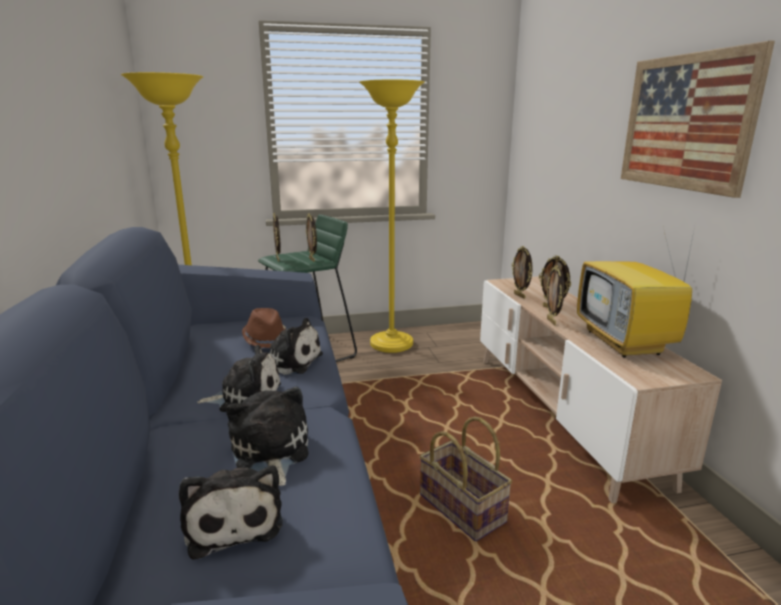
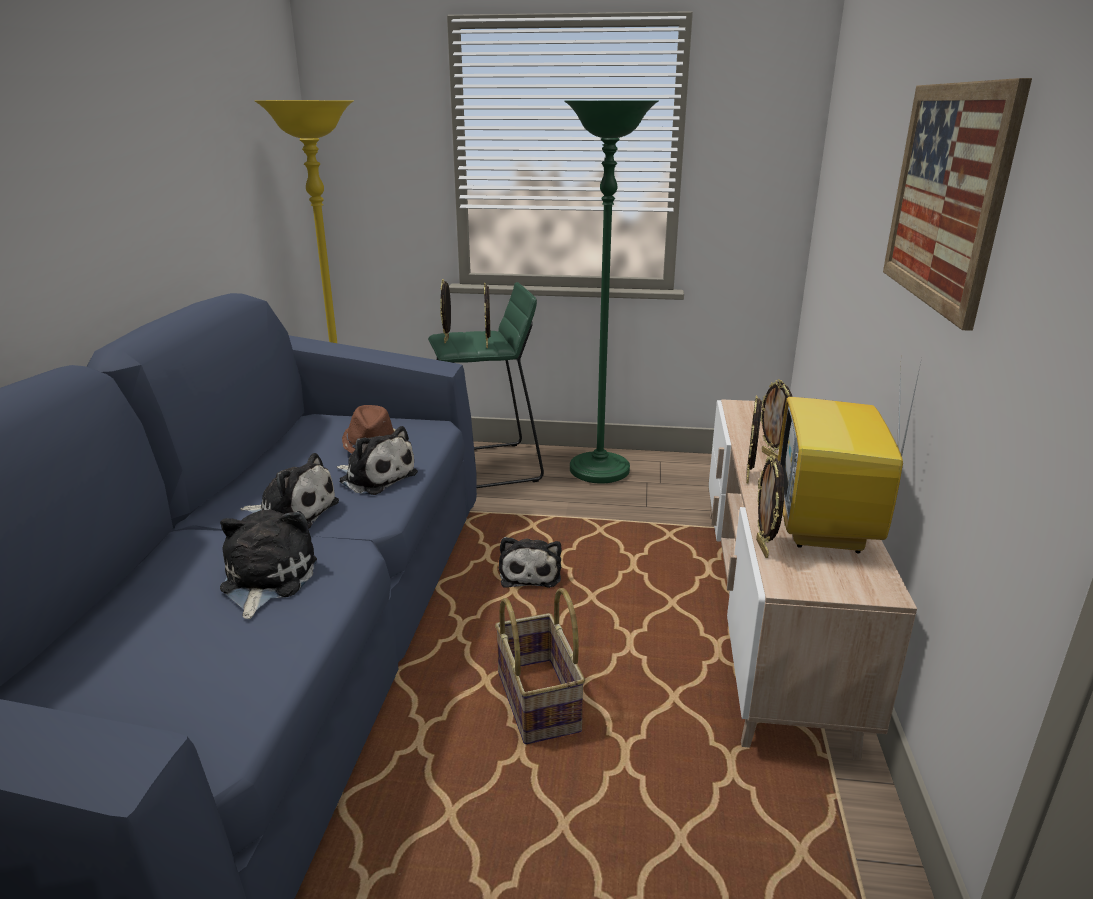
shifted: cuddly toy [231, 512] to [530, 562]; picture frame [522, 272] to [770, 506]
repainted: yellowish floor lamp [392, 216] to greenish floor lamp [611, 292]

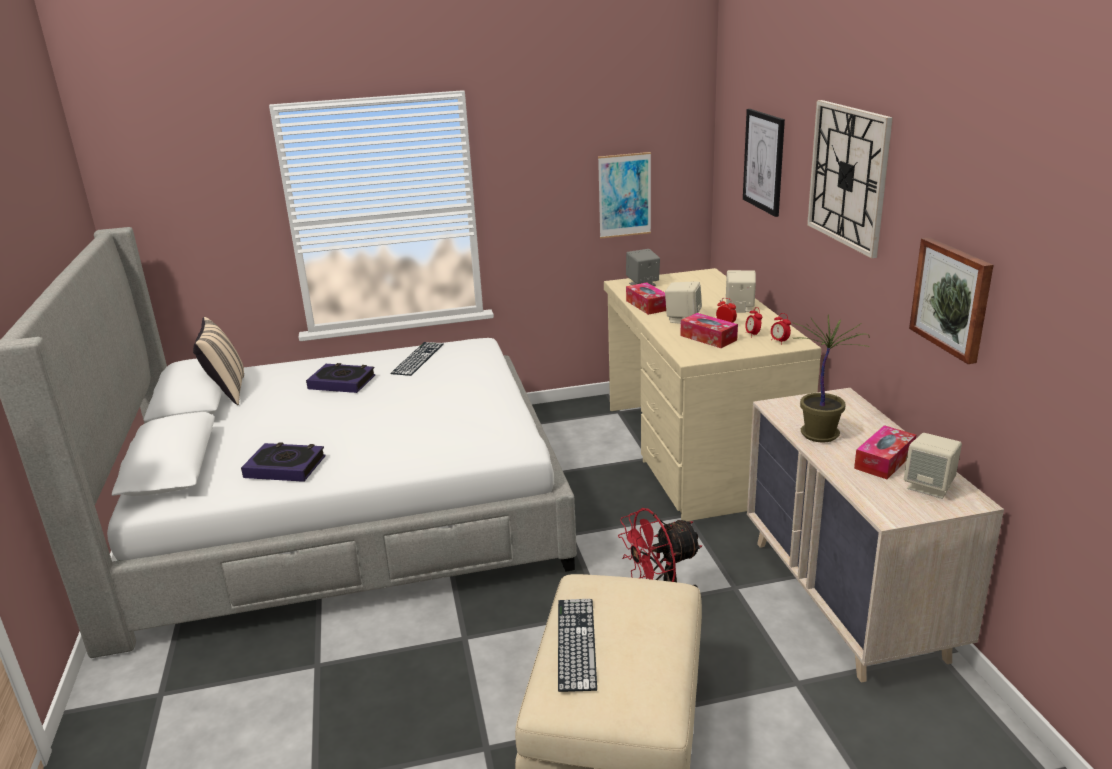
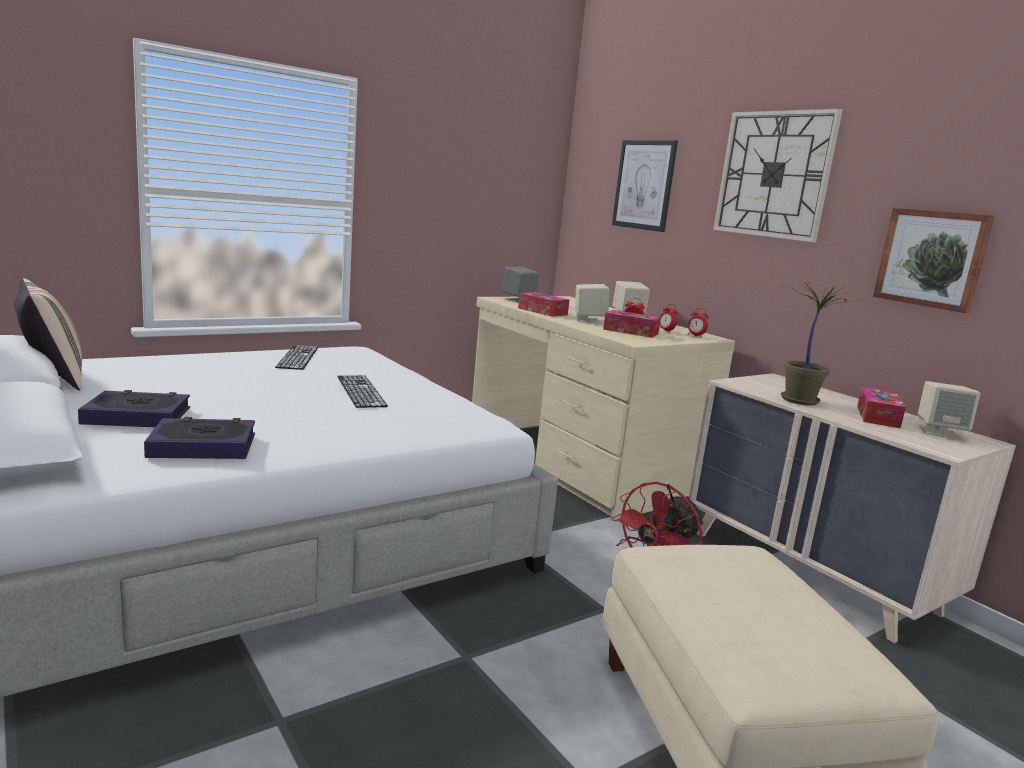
gone: wall picture [624, 195]
shifted: bound book [340, 378] to [134, 408]; PC keyboard [577, 645] to [362, 391]

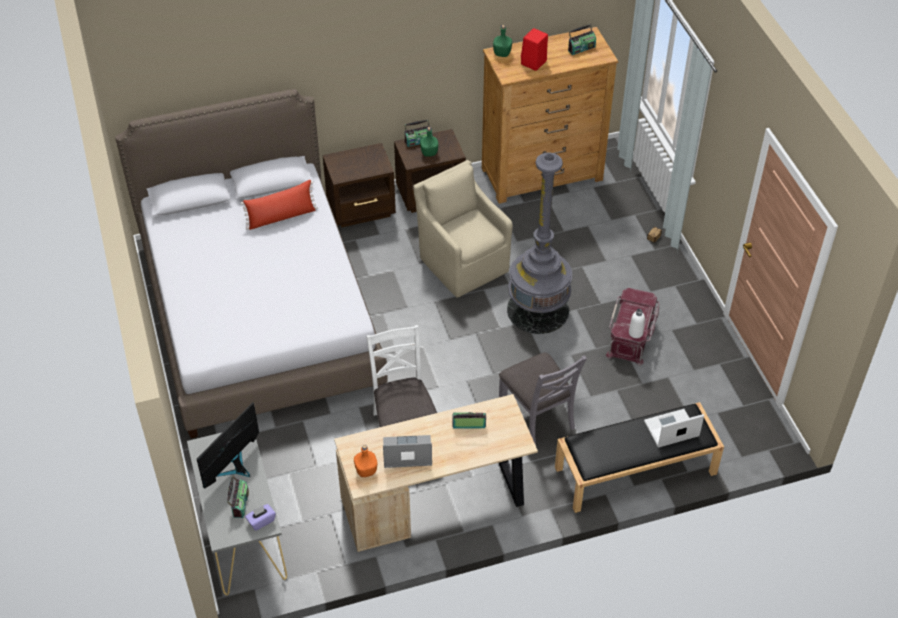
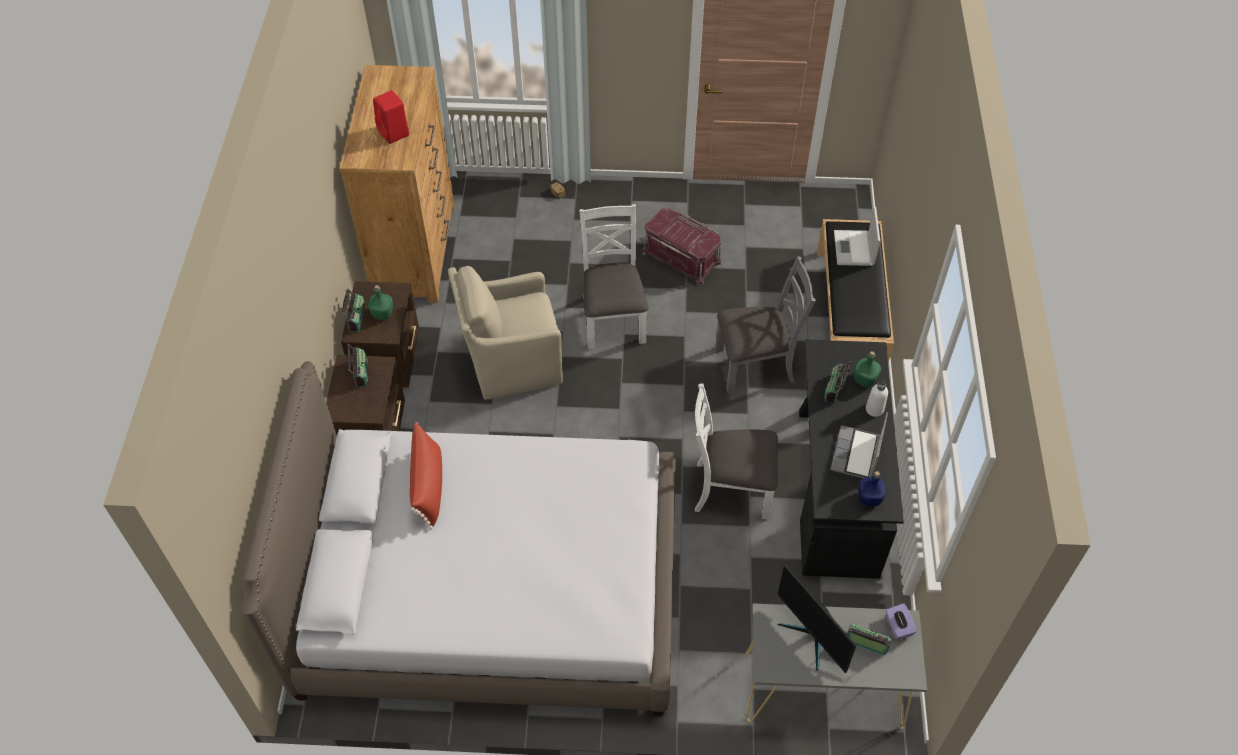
shifted: radio set [582, 39] to [357, 365]; greenish bottle [502, 41] to [867, 369]; whitish bottle [637, 323] to [877, 399]
swapped: greyish floor lamp [539, 243] to whitish chair [614, 276]
repainted: sand-coloured desk table [436, 473] to black-coloured desk table [851, 459]; orange bottle [365, 461] to bluish bottle [872, 488]

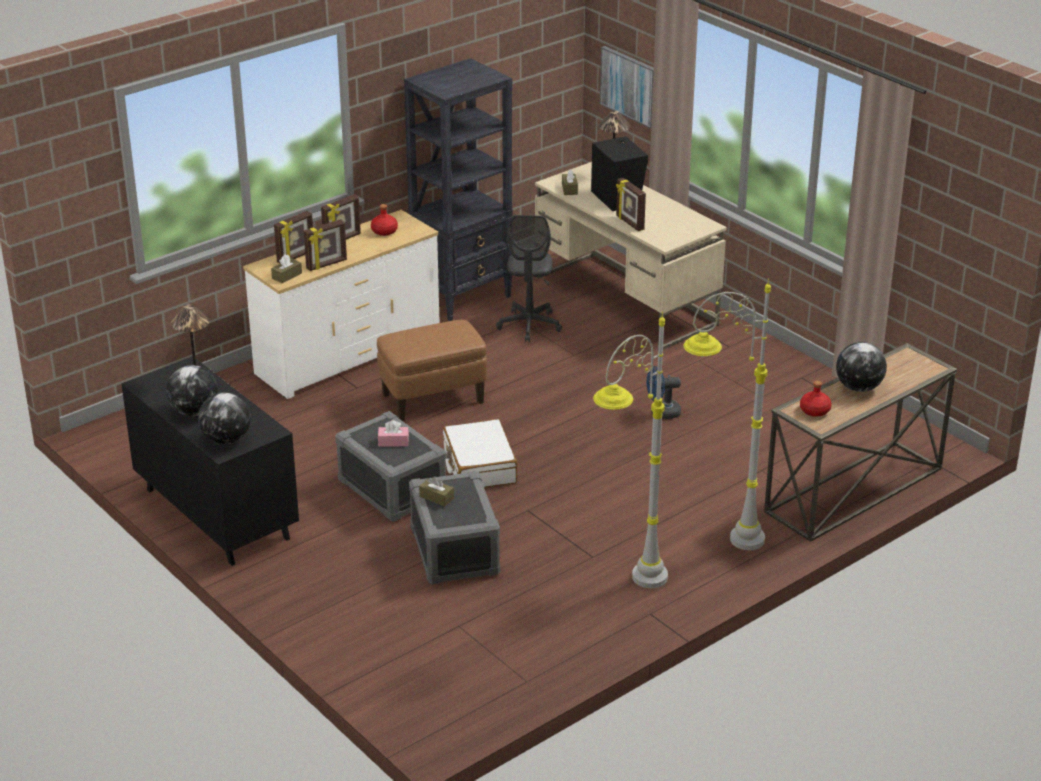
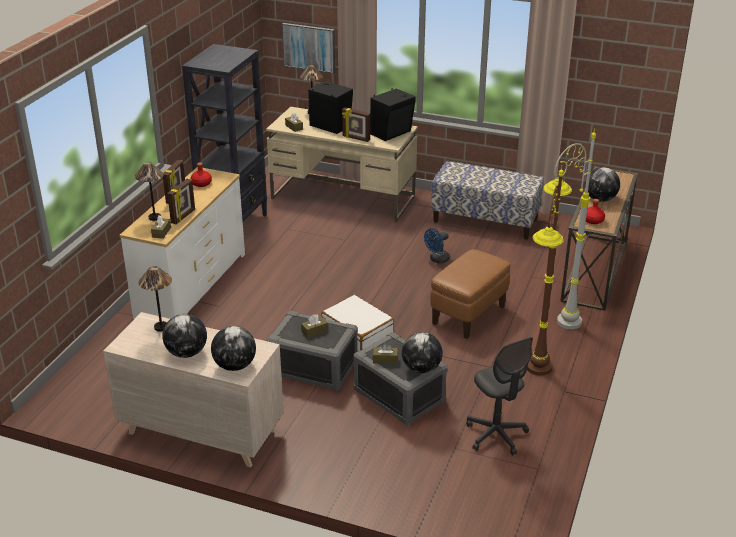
new: black-coloured speaker [393, 114]; globe [422, 352]; bench [487, 200]
shifted: brown pouffe [432, 370] to [470, 294]; greyish office chair [529, 278] to [499, 396]
swapped: picture frame [293, 237] to table lamp [149, 191]
repainted: black-coloured dresser [210, 461] to sand-coloured dresser [193, 389]; pinkish tissue box [393, 433] to brown tissue box [314, 326]; greyish floor lamp [630, 450] to brown floor lamp [545, 270]

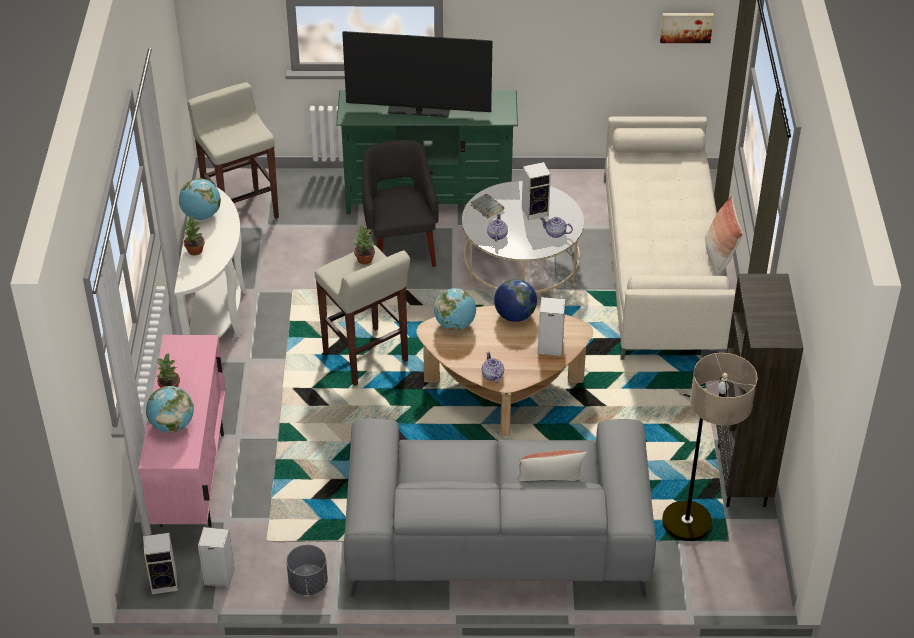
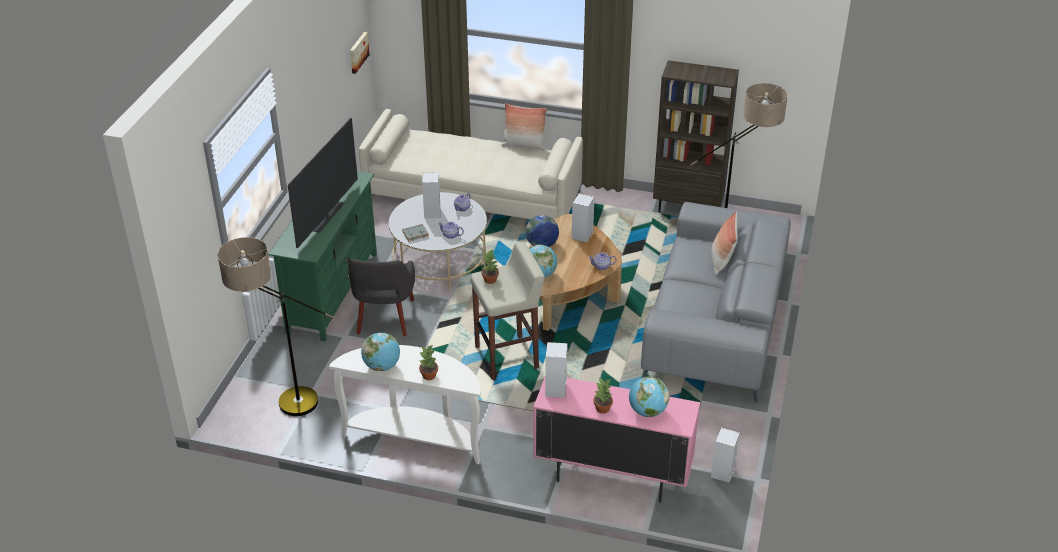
gone: greyish planter [307, 570]
shifted: speaker [160, 563] to [556, 370]
swapped: sand-coloured stool [233, 151] to floor lamp [276, 326]
rotated: greyish lounge chair [400, 203] = [381, 297] 90 degrees counterclockwise

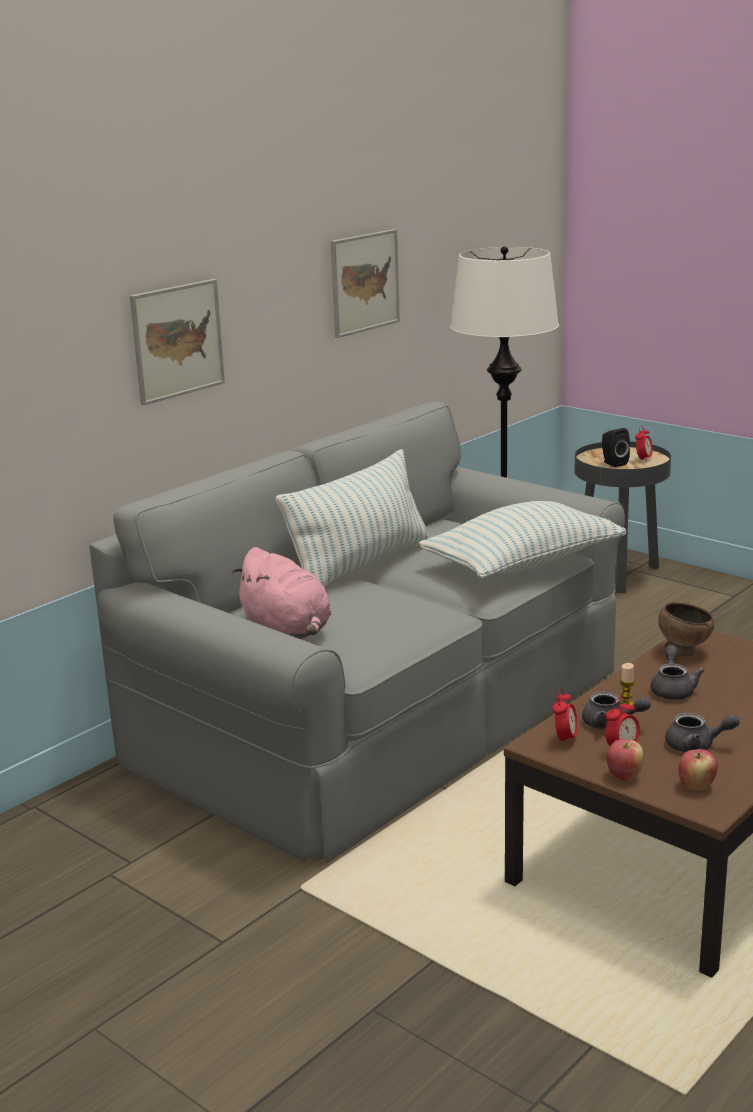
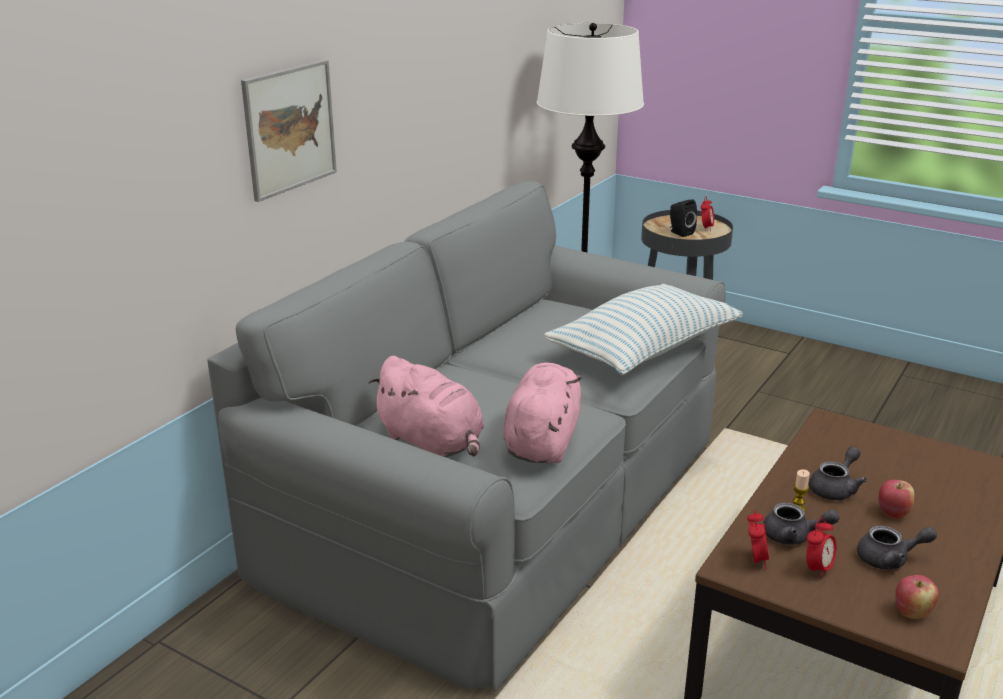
gone: pillow [353, 518]; wall picture [365, 283]; brown serving bowl [686, 629]
new: pinkish cuddly toy [542, 413]
shifted: apple fruit [625, 760] to [896, 499]
rotated: greyish tea pot [677, 672] = [838, 473] 45 degrees clockwise

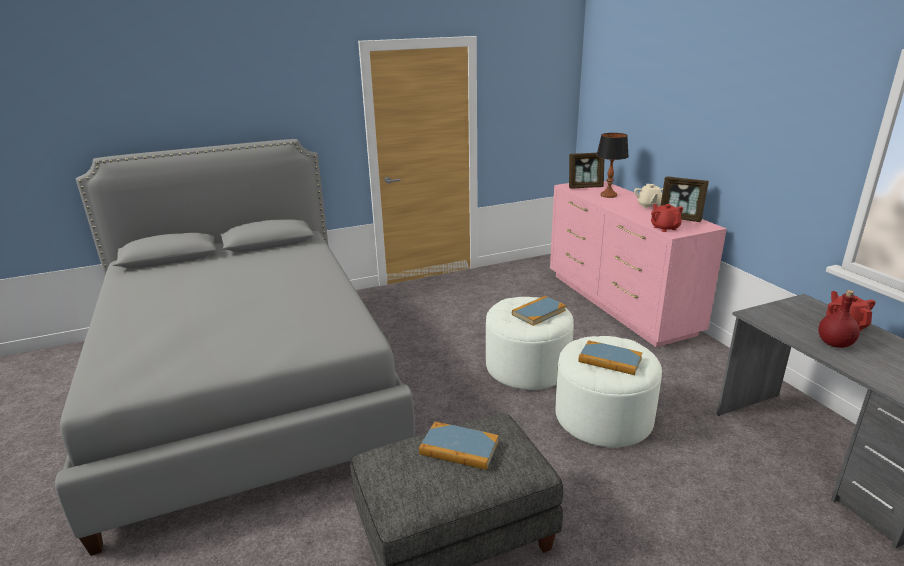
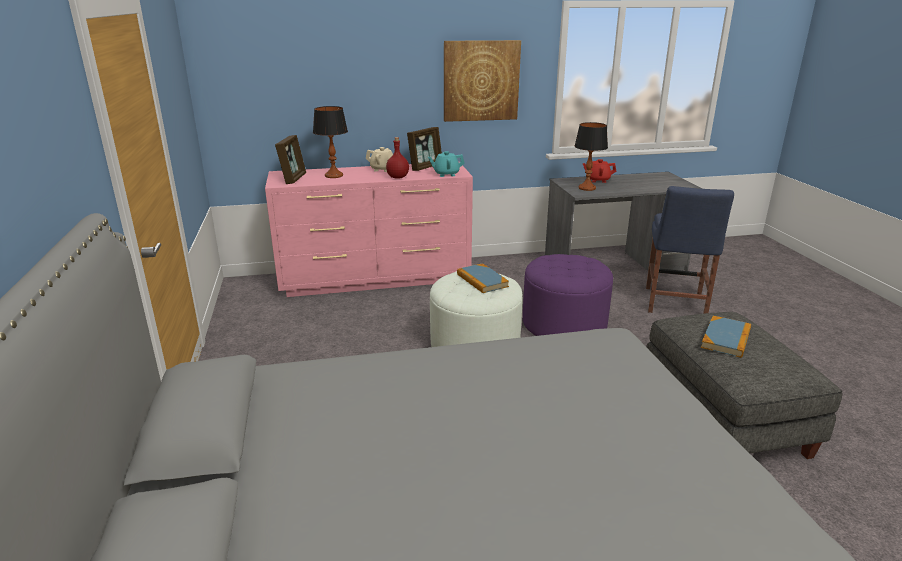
gone: bound book [610, 357]
new: wall picture [482, 81]; table lamp [591, 156]; bluish chair [690, 250]
shifted: reddish bottle [839, 319] to [397, 158]
repainted: reddish tea pot [667, 218] to turquoise tea pot [446, 164]; whitish pouffe [609, 392] to purple-coloured pouffe [568, 295]

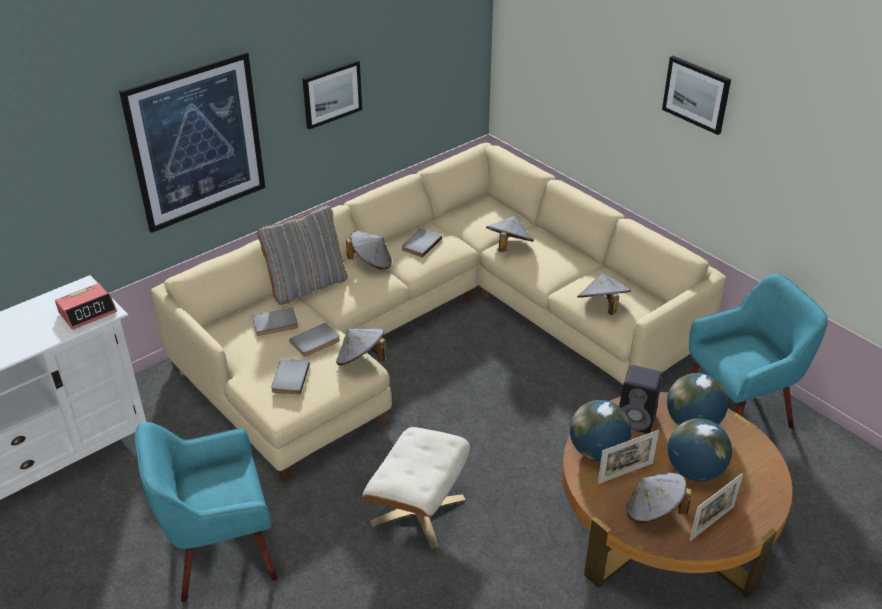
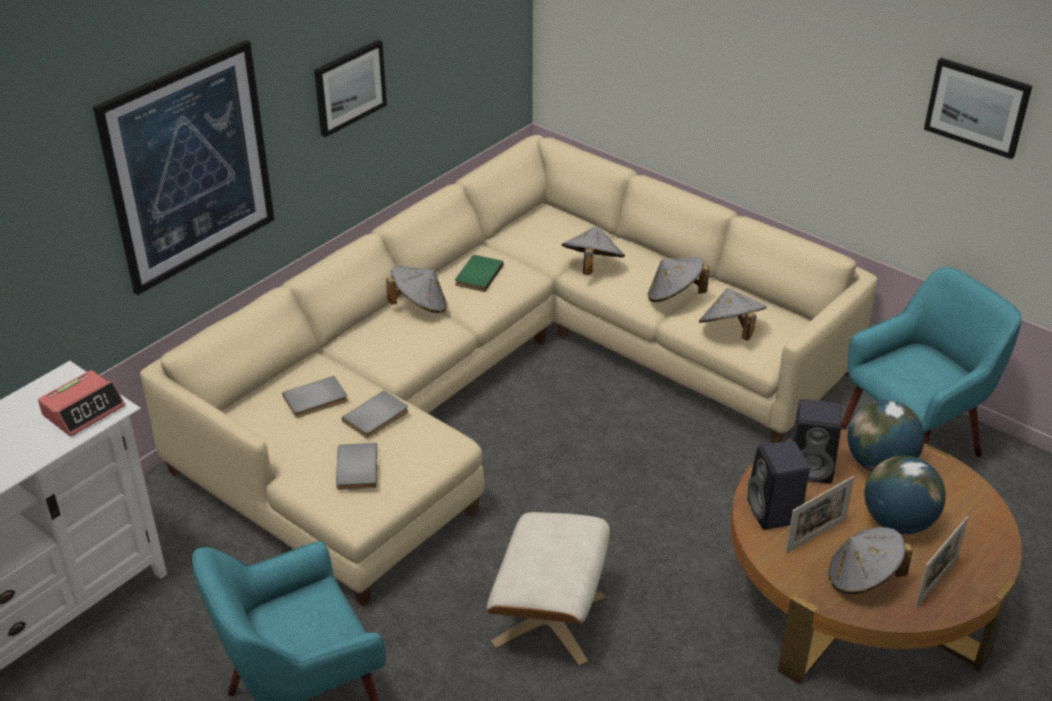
gone: greyish pillow [302, 255]
shifted: greyish wearable hat [361, 347] to [678, 279]; wall picture [696, 95] to [978, 108]
swapped: globe [601, 430] to black-coloured speaker [778, 485]
repainted: greyish bound book [422, 243] to greenish bound book [479, 273]

